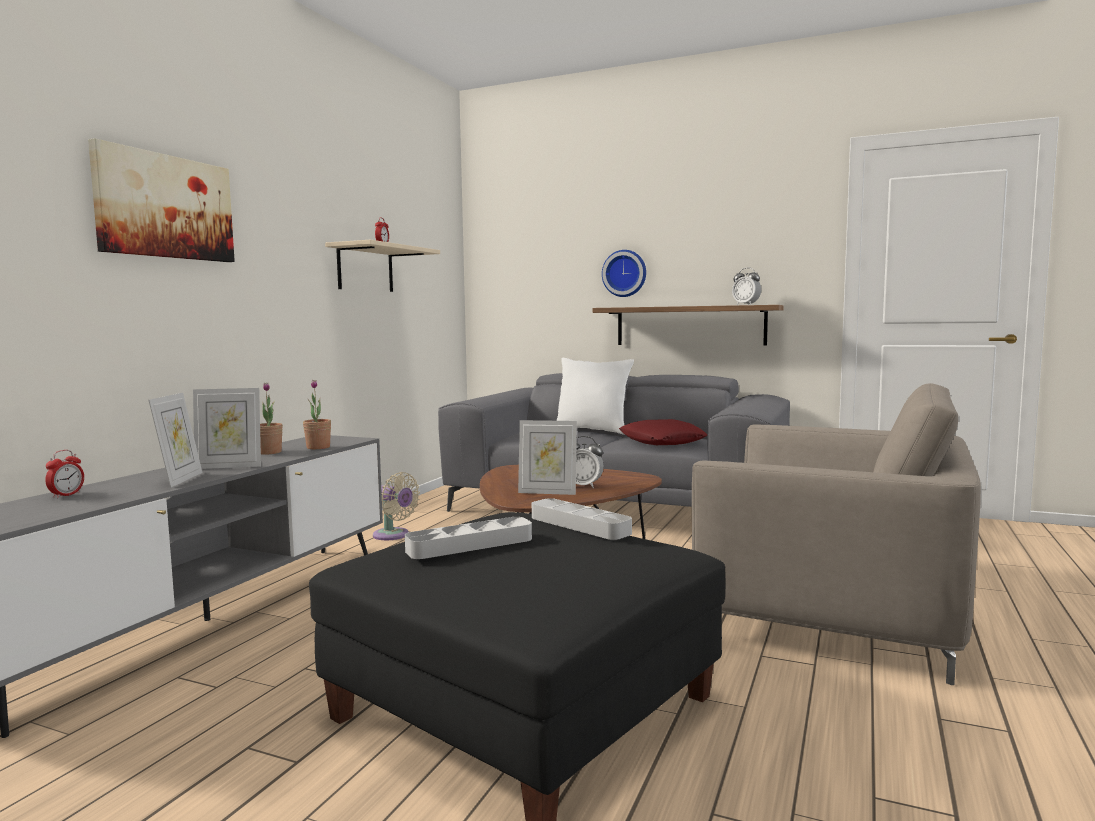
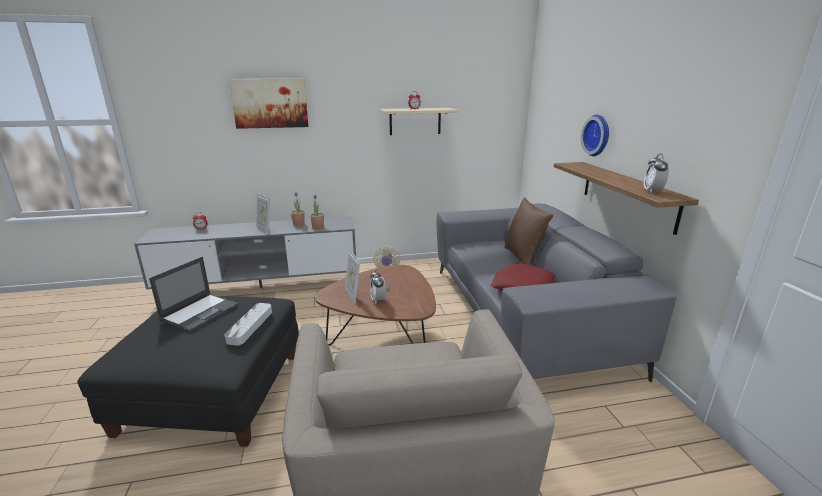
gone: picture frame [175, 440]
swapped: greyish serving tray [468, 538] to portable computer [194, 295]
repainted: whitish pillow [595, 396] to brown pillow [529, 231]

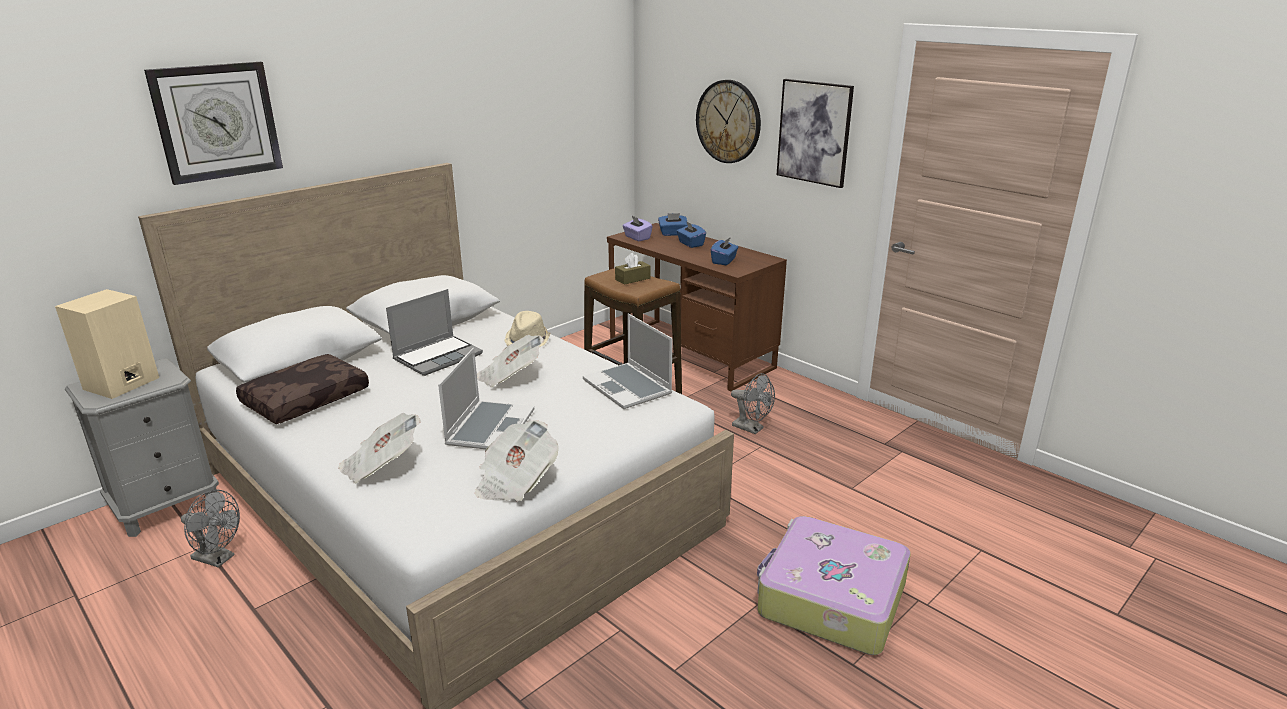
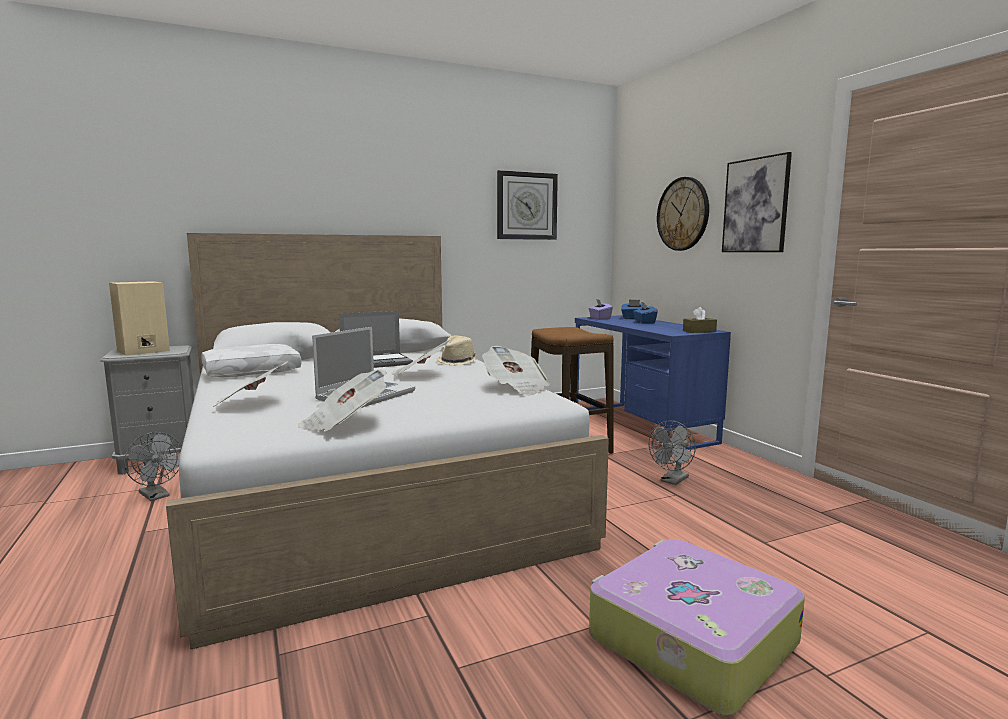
gone: bluish tissue box [724, 251]
shifted: clock on the wall [213, 123] to [527, 205]; brown tissue box [633, 269] to [700, 320]
swapped: portable computer [628, 361] to daily paper [516, 371]
repainted: brown pillow [302, 389] to whitish pillow [251, 361]; brown desk table [697, 307] to bluish desk table [653, 382]
rotated: greyish electric fan [753, 403] = [672, 453] 75 degrees clockwise

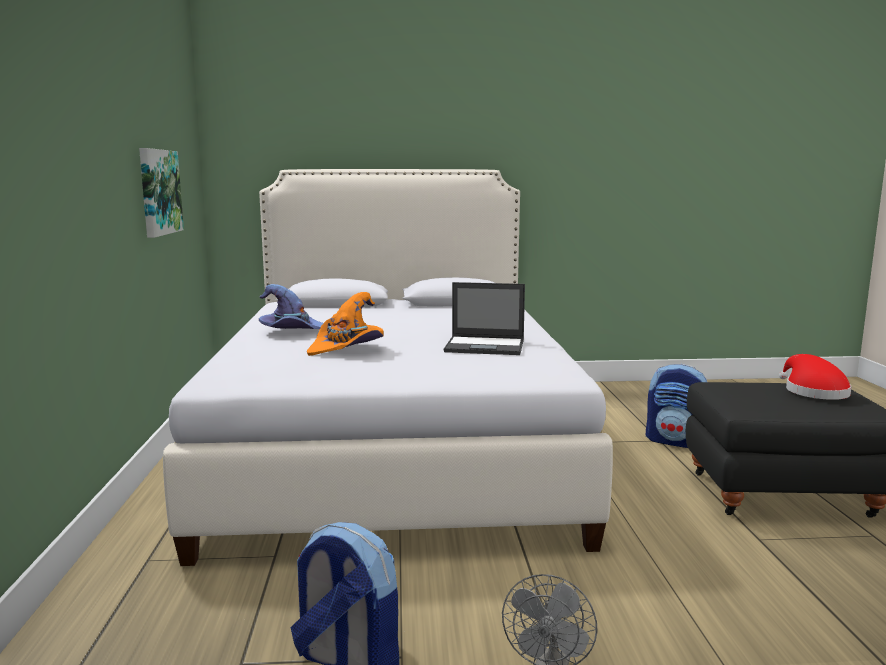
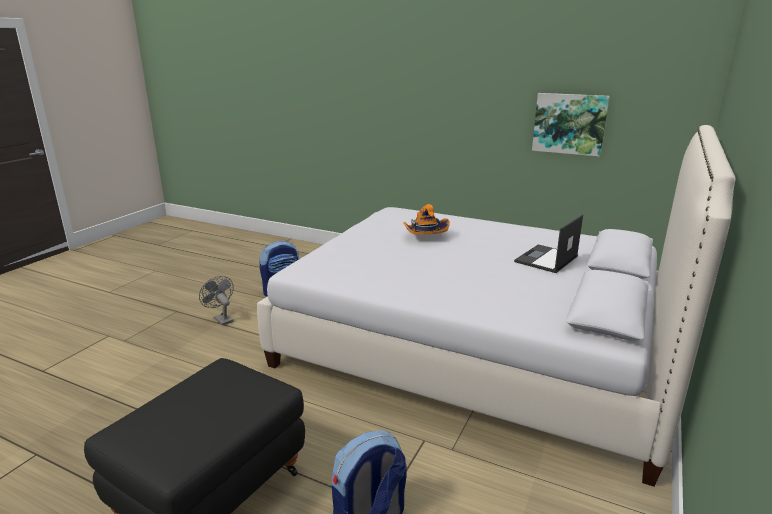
gone: purple-coloured wearable hat [291, 306]; reddish wearable hat [815, 377]
shifted: portable computer [484, 318] to [548, 243]

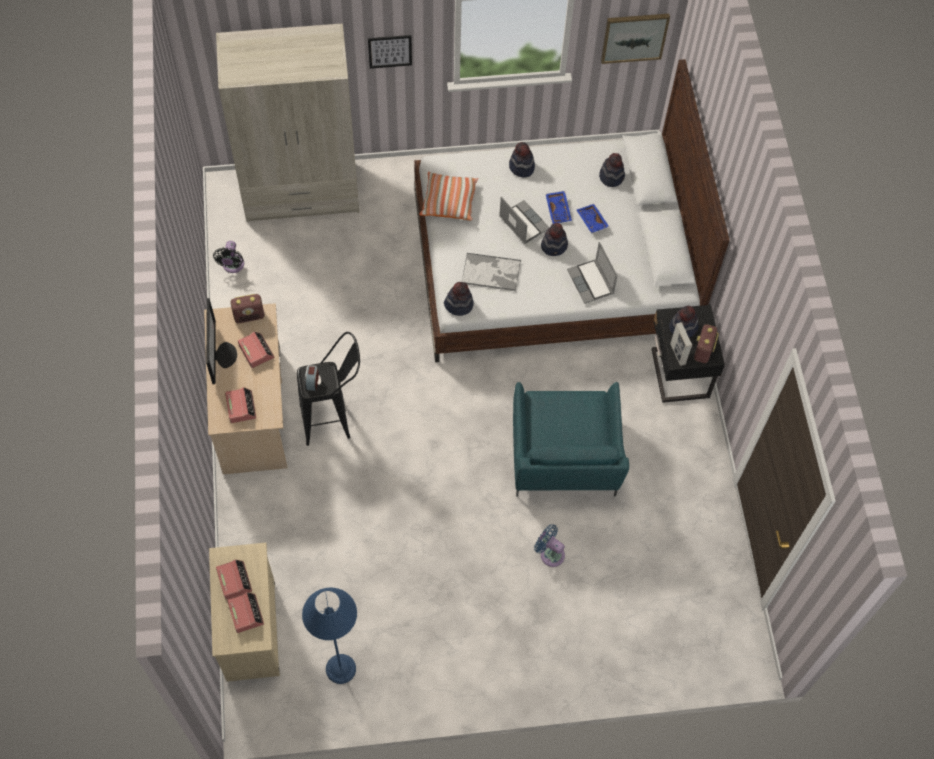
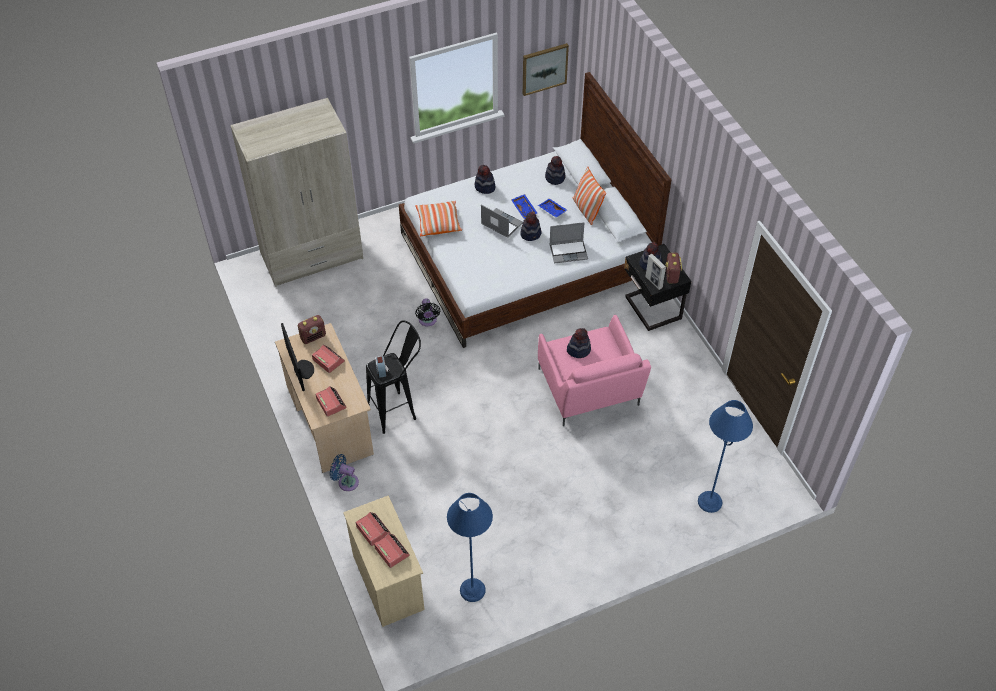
gone: wall picture [390, 52]; serving tray [491, 272]
new: pillow [589, 195]; bluish floor lamp [725, 456]
shifted: bluish electric fan [549, 545] to [344, 472]; black-coloured electric fan [228, 257] to [427, 312]; wearable hat [459, 299] to [579, 343]
repainted: turquoise lounge chair [571, 439] to pinkish lounge chair [594, 370]
rotated: portable computer [592, 273] = [568, 242] 60 degrees counterclockwise

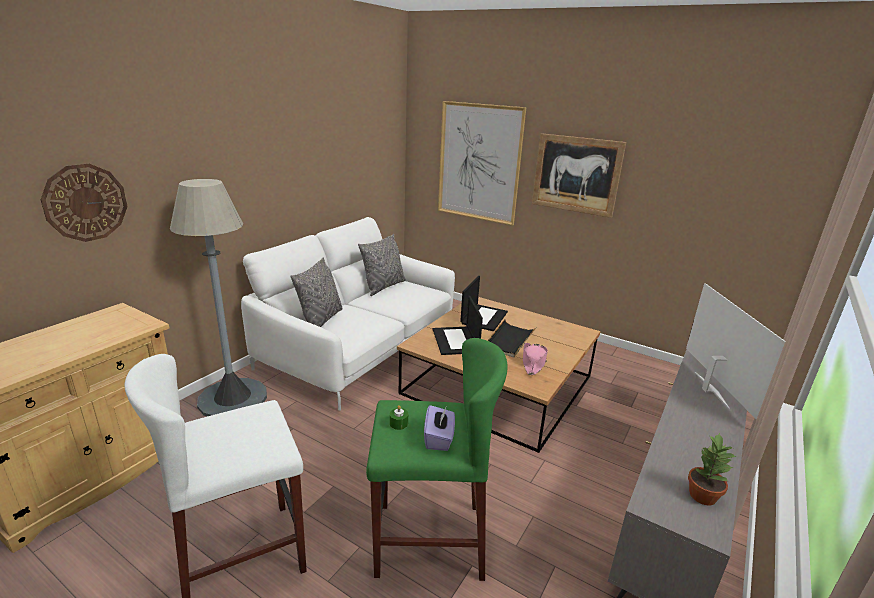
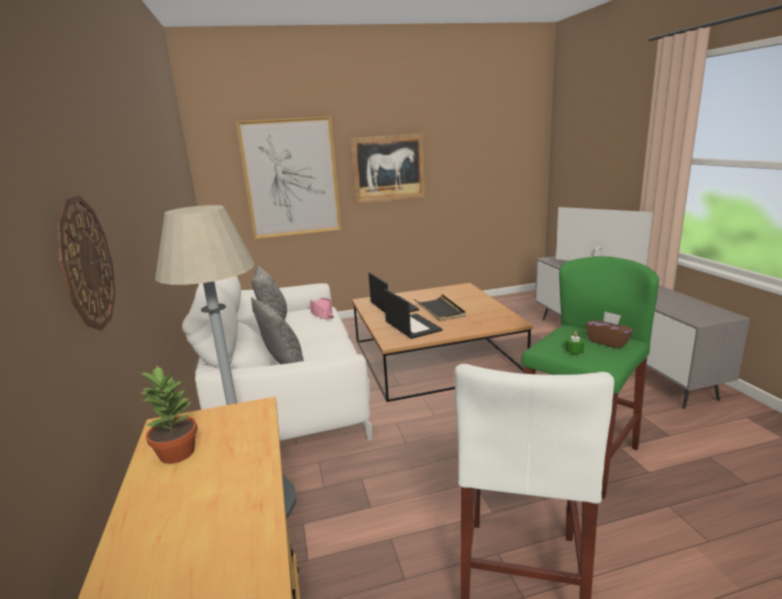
shifted: potted plant [712, 469] to [169, 415]; pinkish wearable hat [535, 359] to [321, 308]
repainted: purple-coloured tissue box [439, 428] to brown tissue box [610, 330]
rotated: portable computer [458, 325] = [413, 314] 150 degrees counterclockwise

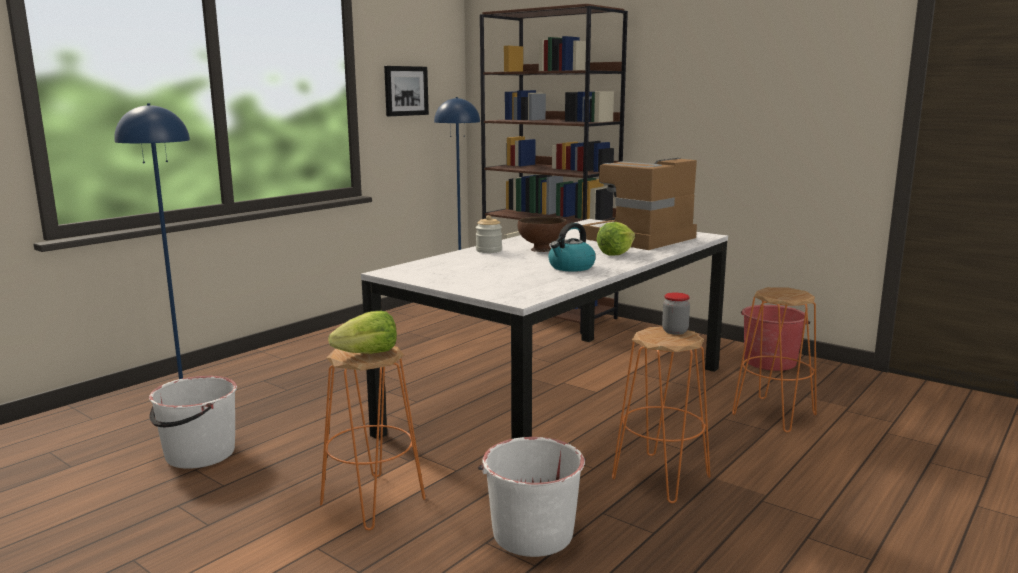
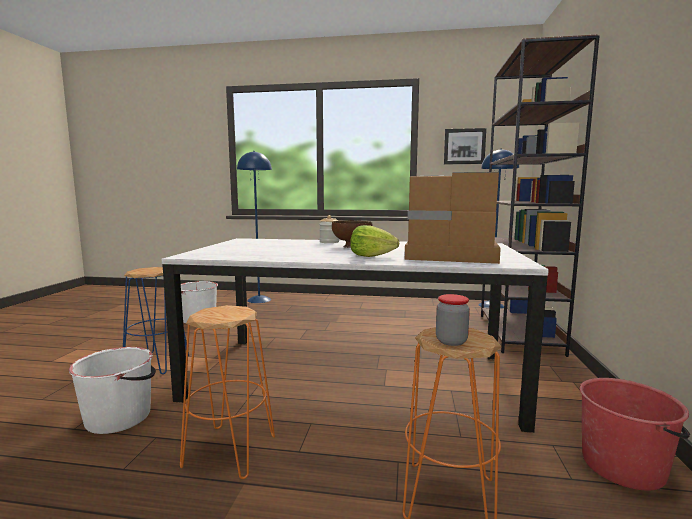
gone: head of lettuce [362, 332]; tea kettle [572, 247]
shifted: storage jar [676, 313] to [453, 320]
repainted: orange stool [372, 438] to bluish stool [156, 320]

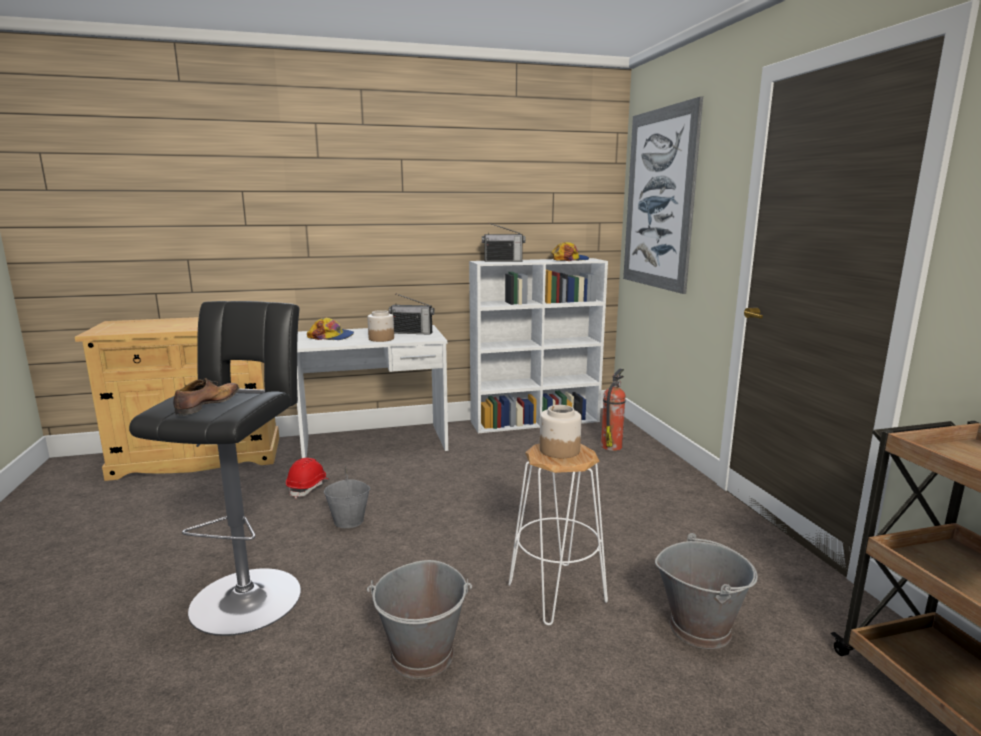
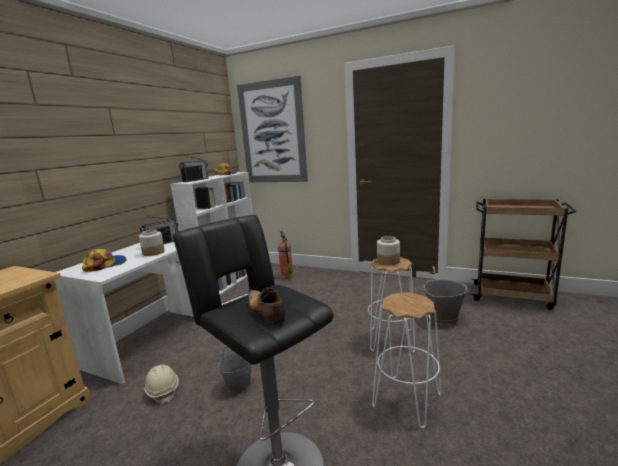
swapped: greyish pail [419, 619] to whitish stool [407, 360]
repainted: reddish safety helmet [307, 478] to sand-coloured safety helmet [161, 384]

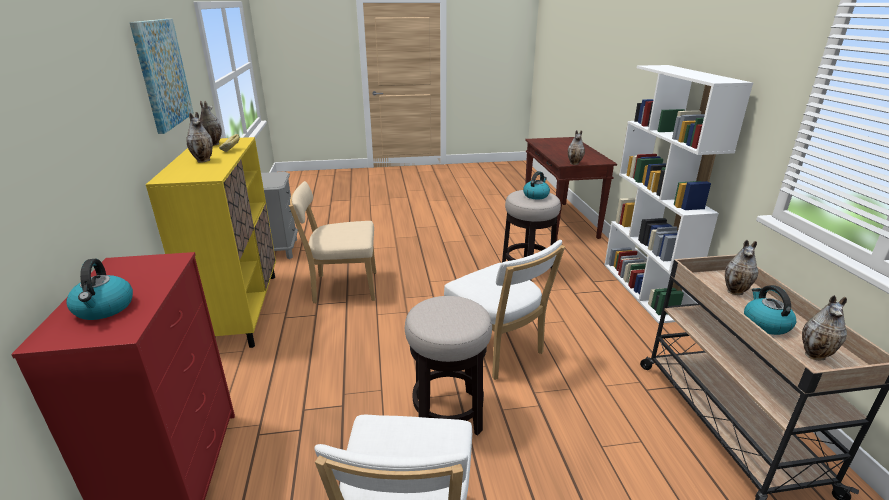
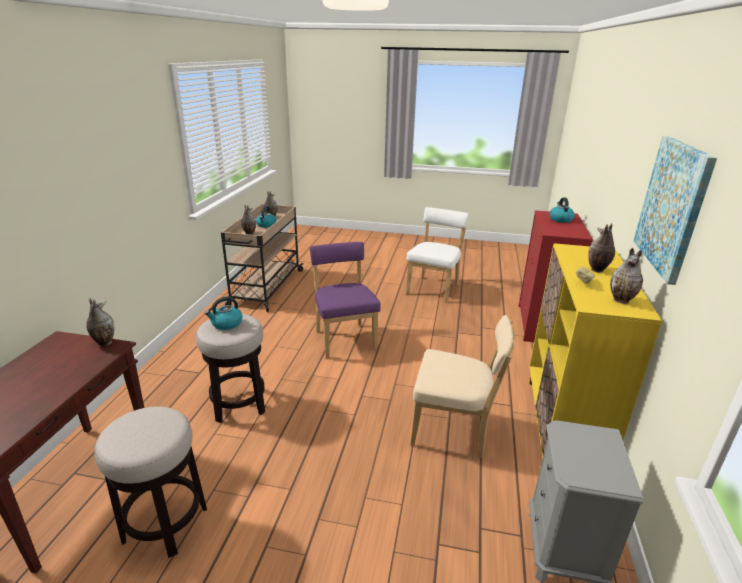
gone: whitish bookshelf [678, 194]
shifted: stool [448, 366] to [150, 482]
repainted: whitish chair [504, 310] to purple-coloured chair [345, 300]

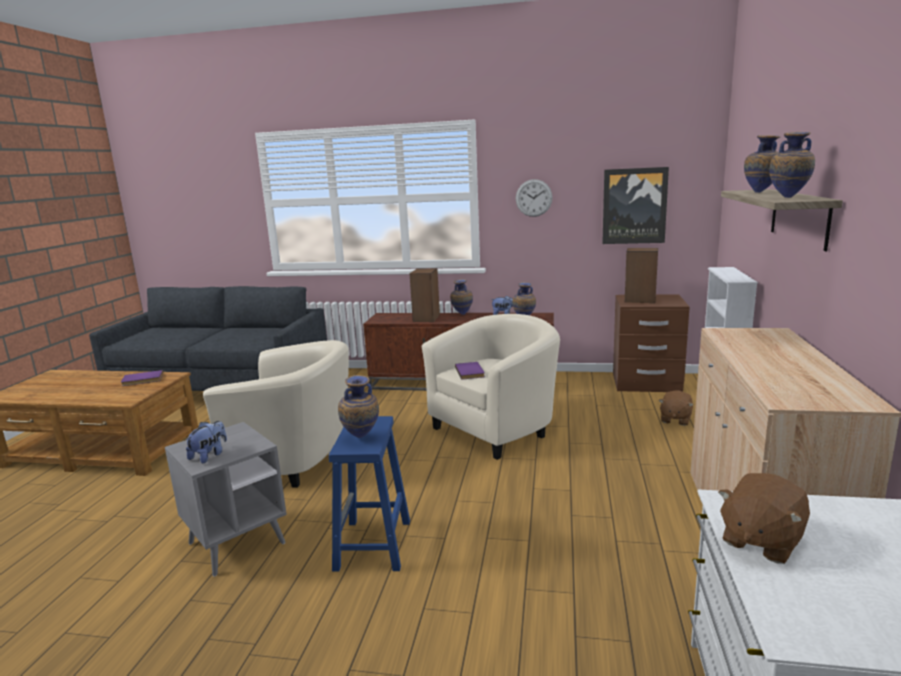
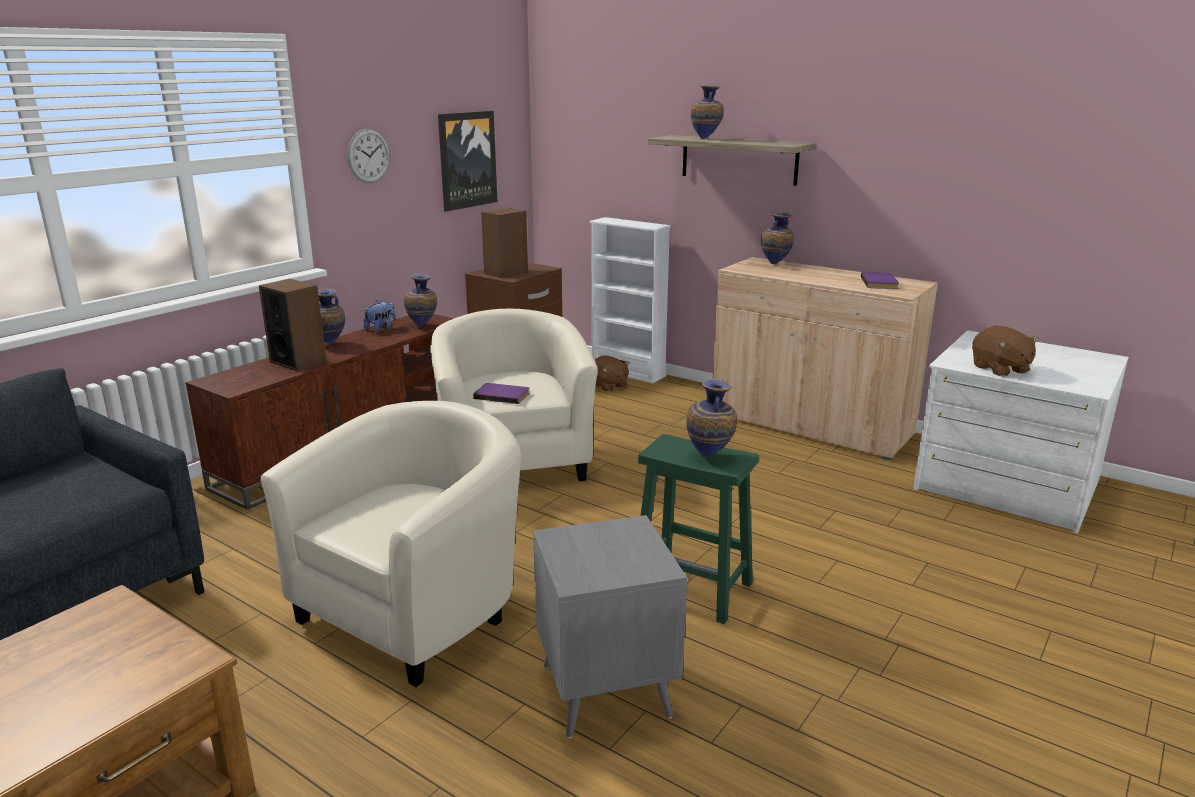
gone: cuddly toy [206, 442]
shifted: flower vase [792, 165] to [777, 238]; purple-coloured bound book [142, 378] to [880, 280]
repainted: bluish stool [369, 494] to greenish stool [698, 529]

